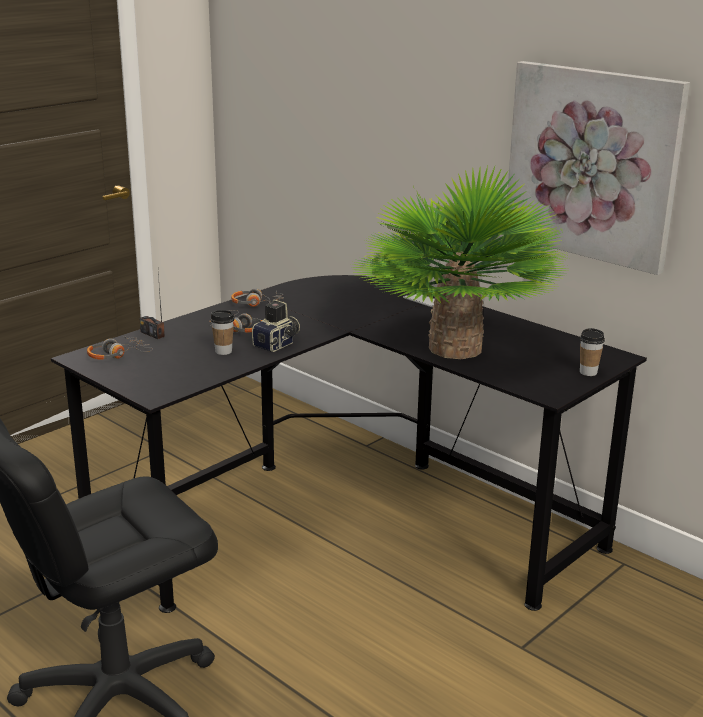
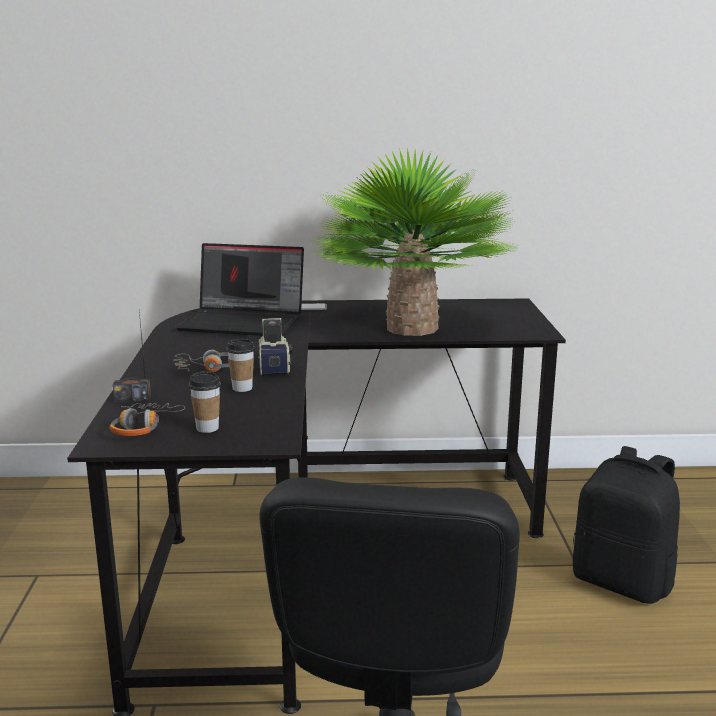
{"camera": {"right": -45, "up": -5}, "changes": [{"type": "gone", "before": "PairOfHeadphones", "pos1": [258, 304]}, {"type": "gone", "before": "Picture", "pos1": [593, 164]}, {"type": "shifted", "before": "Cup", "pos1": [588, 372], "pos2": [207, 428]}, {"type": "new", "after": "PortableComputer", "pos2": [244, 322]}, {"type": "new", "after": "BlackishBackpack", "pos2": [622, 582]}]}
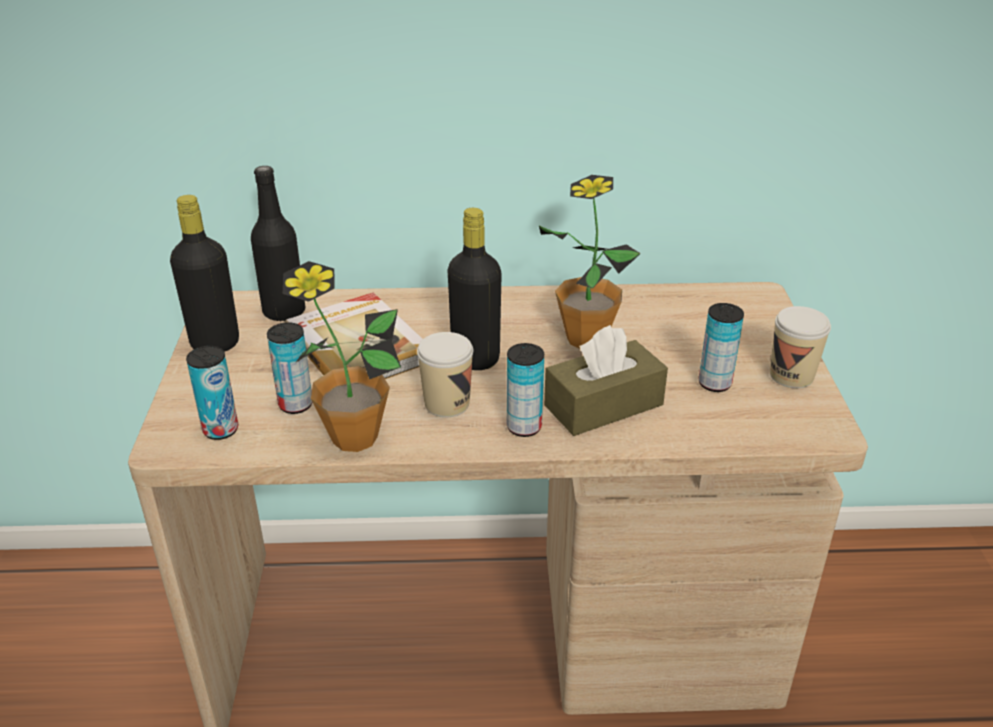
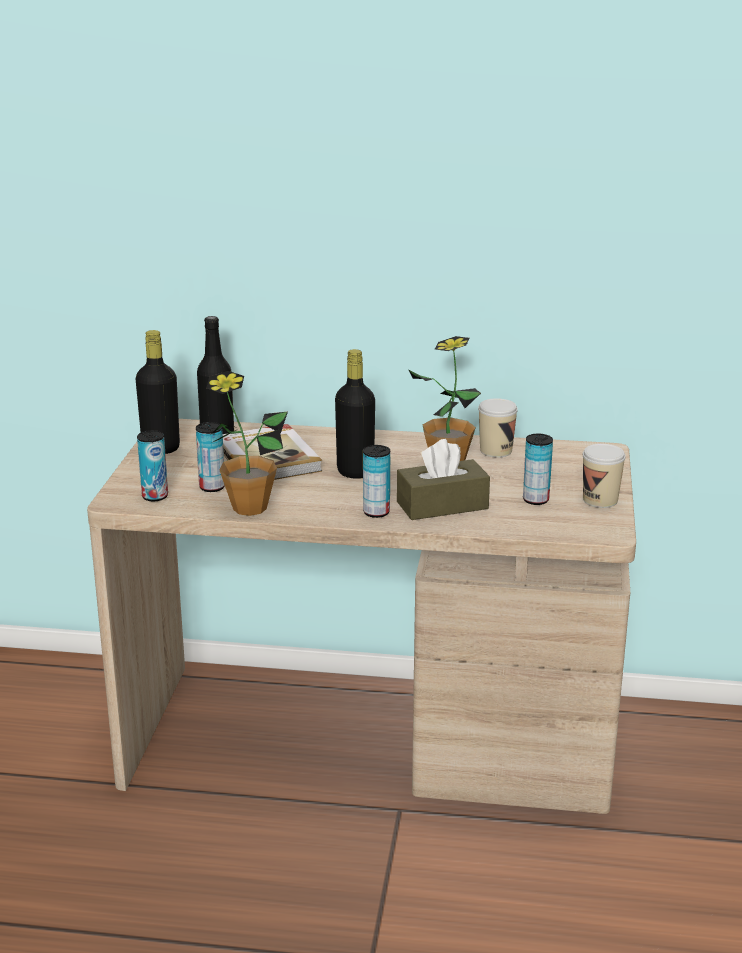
{"camera": {"right": 10, "up": -10}, "changes": [{"type": "shifted", "before": "Cup", "pos1": [447, 403], "pos2": [496, 451]}]}
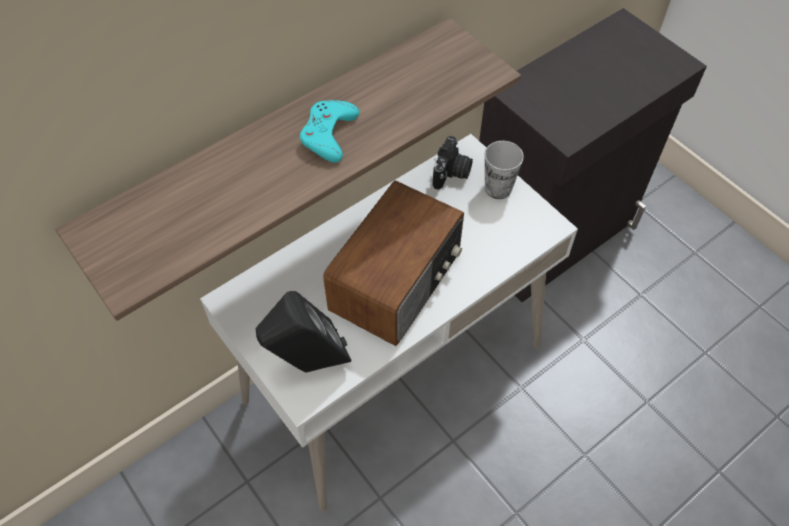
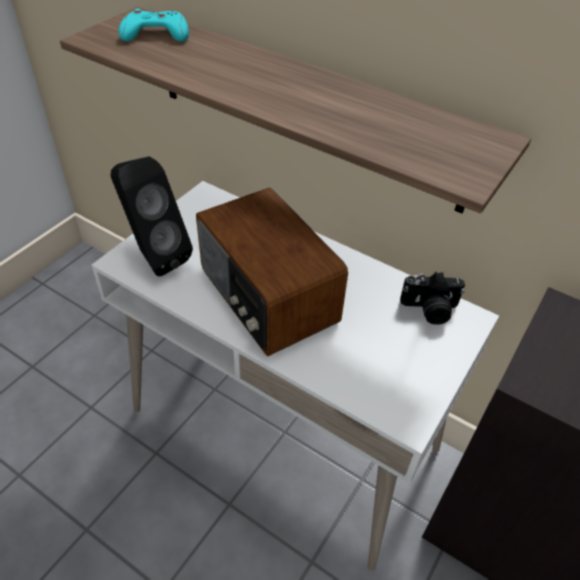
{"camera": {"right": 70, "up": -10}, "changes": [{"type": "shifted", "before": "TurquoiseJoypad", "pos1": [329, 134], "pos2": [155, 34]}, {"type": "rotated", "before": "RadioSet", "pos1": [398, 282], "pos2": [266, 296], "turn": 45}, {"type": "gone", "before": "Cup", "pos1": [498, 188]}]}
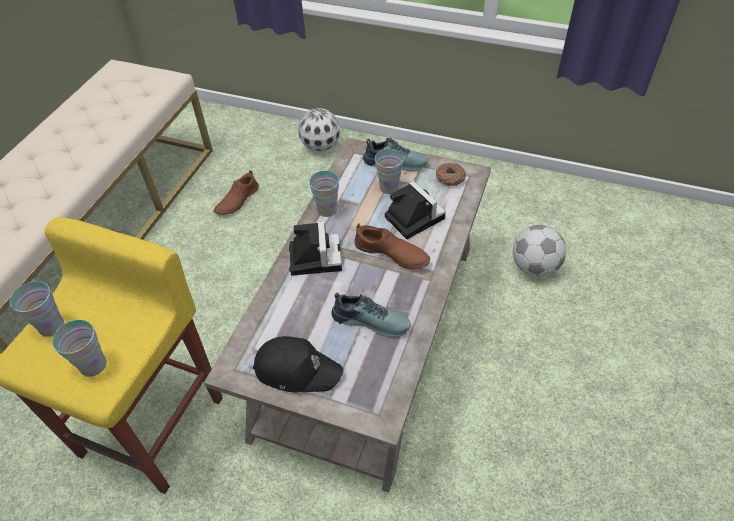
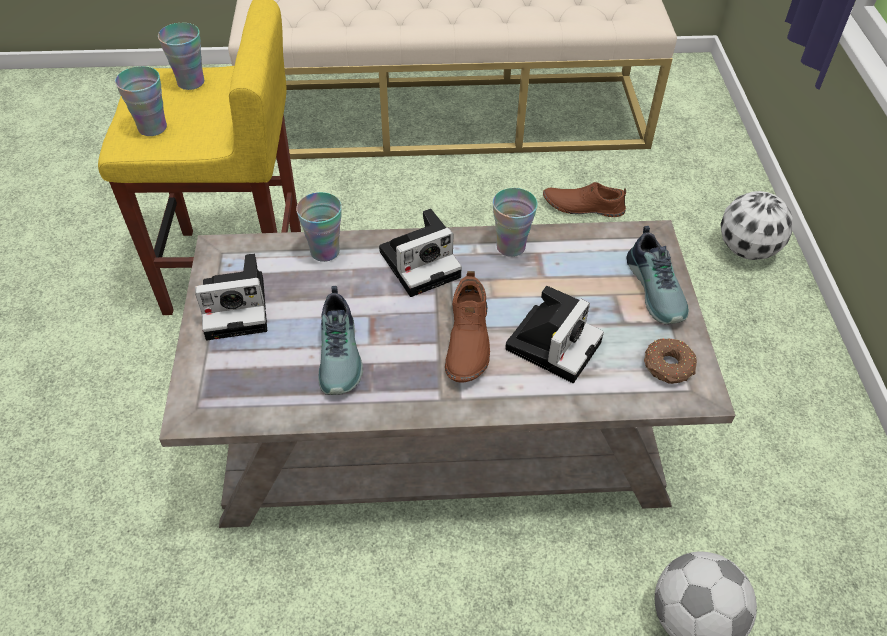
{"camera": {"right": 65, "up": 0}, "changes": [{"type": "swapped", "before": "BlackishBaseballCap", "after": "PhotoCamera", "pos1": [297, 369], "pos2": [239, 306]}, {"type": "shifted", "before": "Cup", "pos1": [389, 188], "pos2": [325, 251]}]}
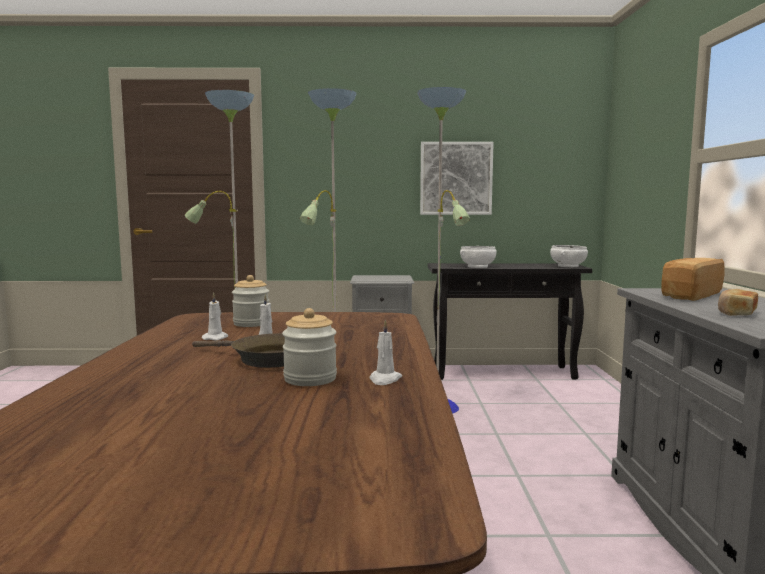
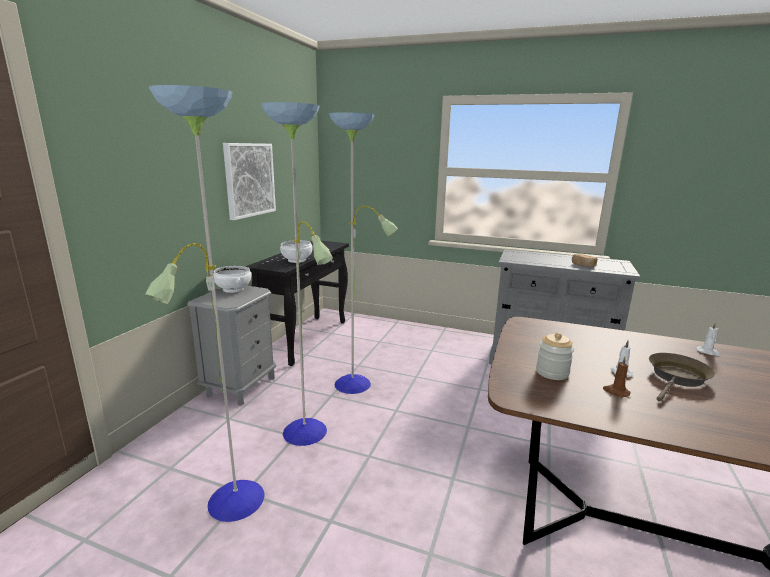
{"camera": {"right": -70, "up": 10}, "changes": [{"type": "repainted", "before": "WhitishCandle", "after": "BrownishCandle", "pos1": [216, 338], "pos2": [616, 391]}, {"type": "gone", "before": "StorageJar", "pos1": [310, 379]}, {"type": "shifted", "before": "WhitishServingBowl", "pos1": [567, 266], "pos2": [233, 289]}, {"type": "gone", "before": "BakedBread", "pos1": [689, 295]}]}
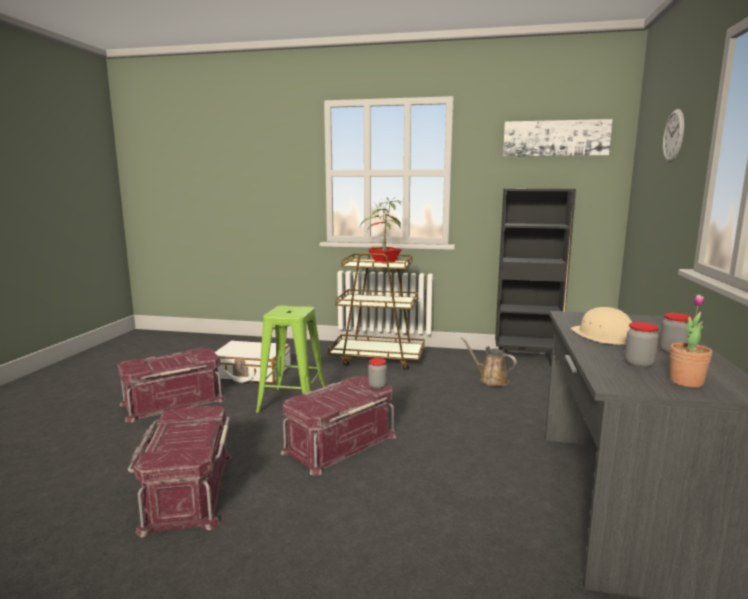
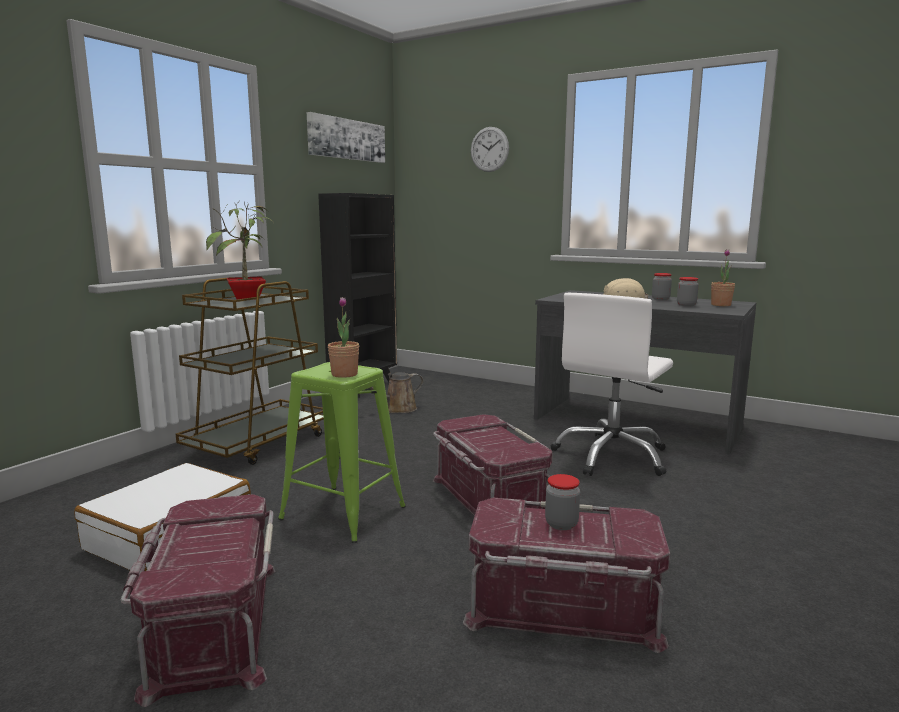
{"camera": {"right": -70, "up": 0}, "changes": [{"type": "shifted", "before": "StorageJar", "pos1": [377, 386], "pos2": [561, 524]}, {"type": "new", "after": "Houseplant", "pos2": [344, 374]}, {"type": "new", "after": "WhitishOfficeChair", "pos2": [612, 456]}]}
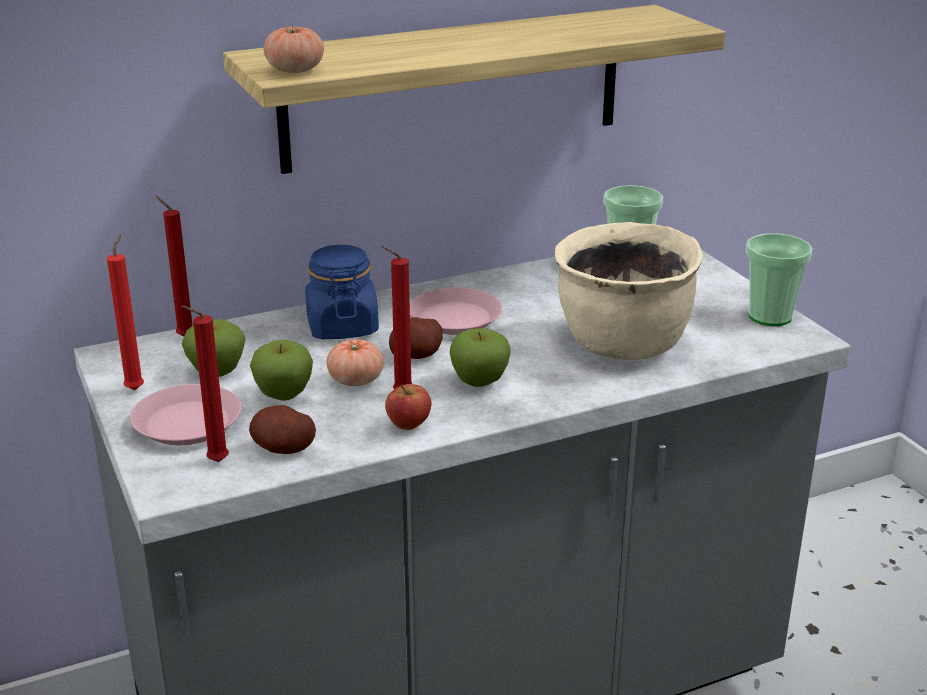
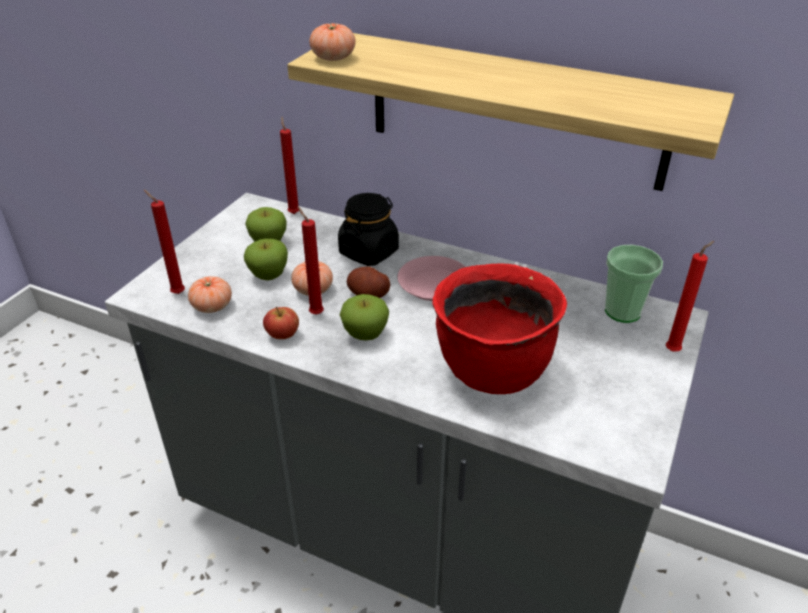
{"camera": {"right": 50, "up": 10}, "changes": [{"type": "shifted", "before": "RedColouredCandle", "pos1": [136, 388], "pos2": [674, 350]}, {"type": "gone", "before": "PinkishFlatDish", "pos1": [187, 423]}, {"type": "swapped", "before": "Spud", "after": "WholeTomato", "pos1": [283, 448], "pos2": [212, 306]}, {"type": "repainted", "before": "BlueColouredStorageJar", "after": "BlackishStorageJar", "pos1": [342, 327], "pos2": [369, 252]}, {"type": "repainted", "before": "BeigeColouredSaucepot", "after": "RedColouredSaucepot", "pos1": [623, 346], "pos2": [492, 370]}, {"type": "gone", "before": "Cup", "pos1": [770, 317]}]}
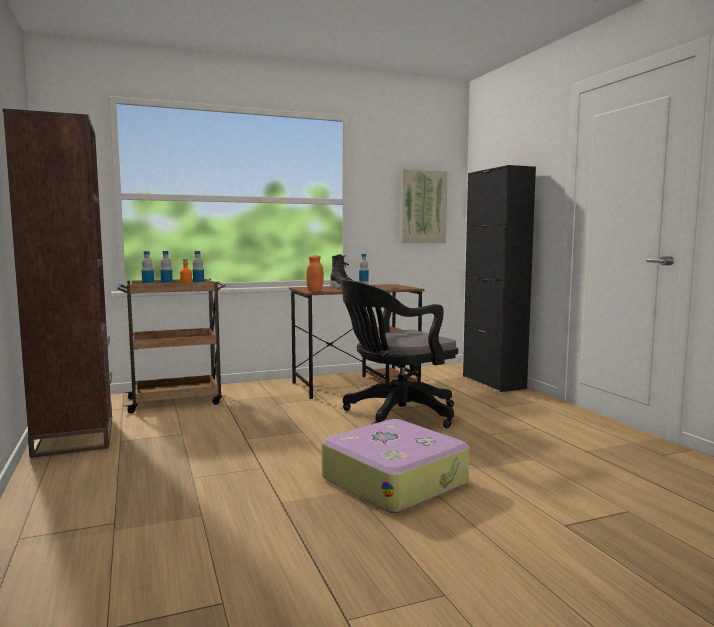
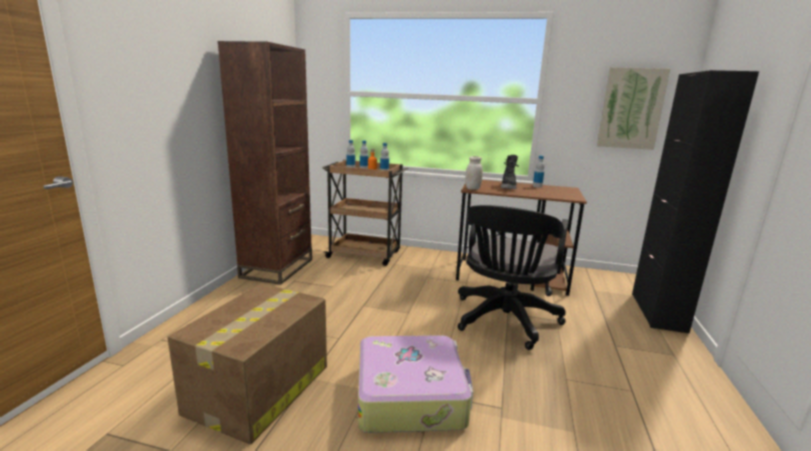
{"camera": {"right": 35, "up": 10}, "changes": [{"type": "repainted", "before": "OrangeColouredStorageJar", "after": "WhitishStorageJar", "pos1": [315, 291], "pos2": [473, 188]}, {"type": "rotated", "before": "BlackishOfficeChair", "pos1": [396, 415], "pos2": [504, 321], "turn": -75}, {"type": "new", "after": "CardboardBox", "pos2": [258, 390]}]}
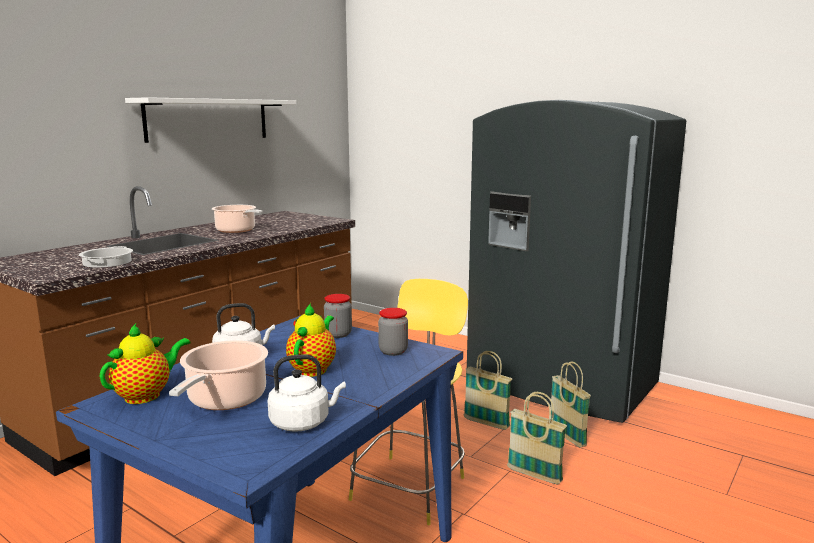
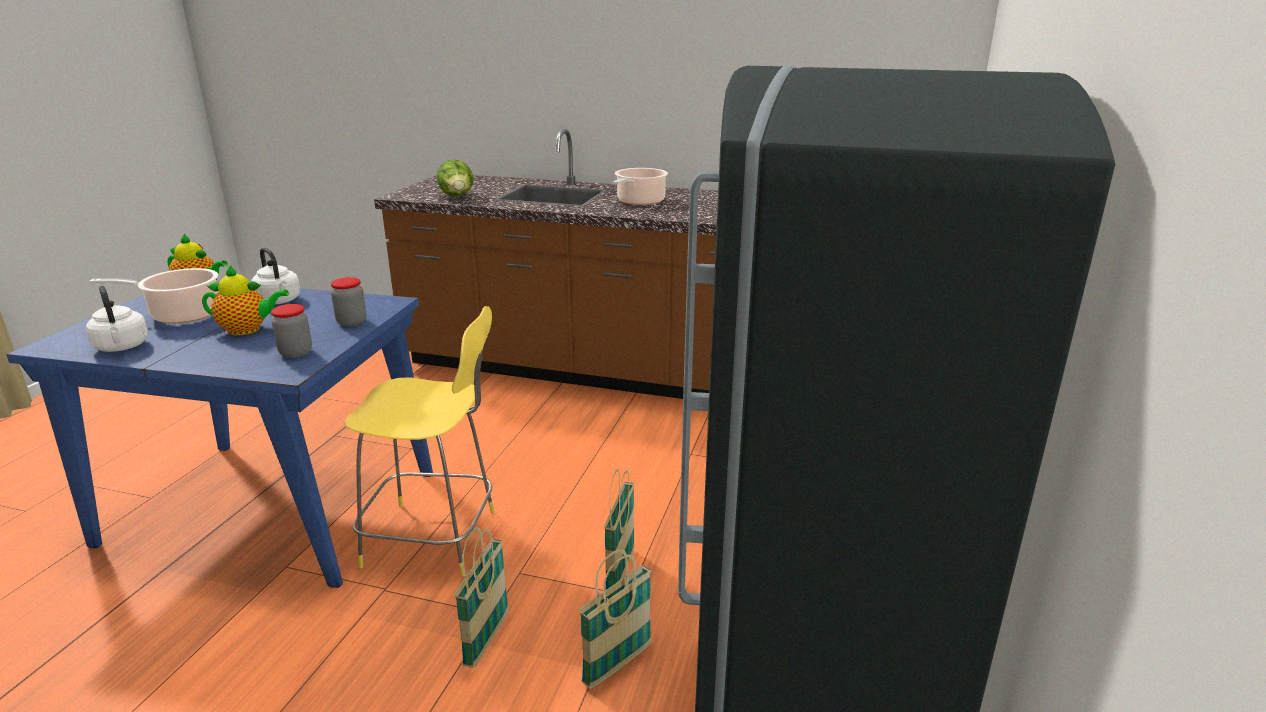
{"camera": {"right": 70, "up": 10}, "changes": [{"type": "swapped", "before": "Saucepot", "after": "HeadOfLettuce", "pos1": [107, 262], "pos2": [457, 197]}, {"type": "gone", "before": "WhitishBracketShelf", "pos1": [208, 119]}]}
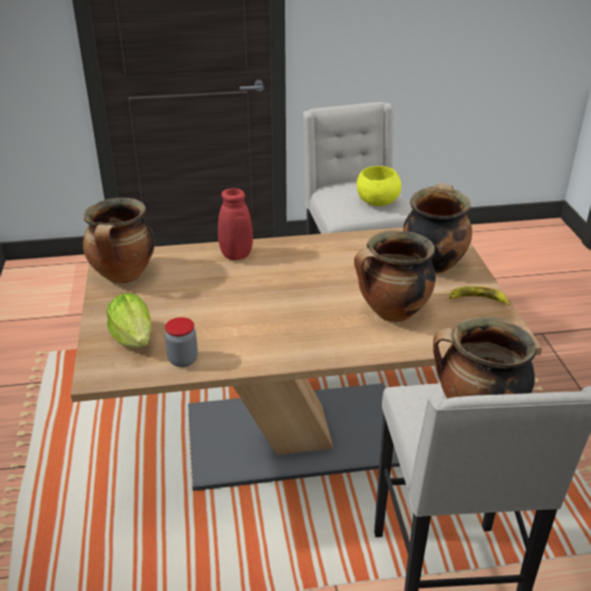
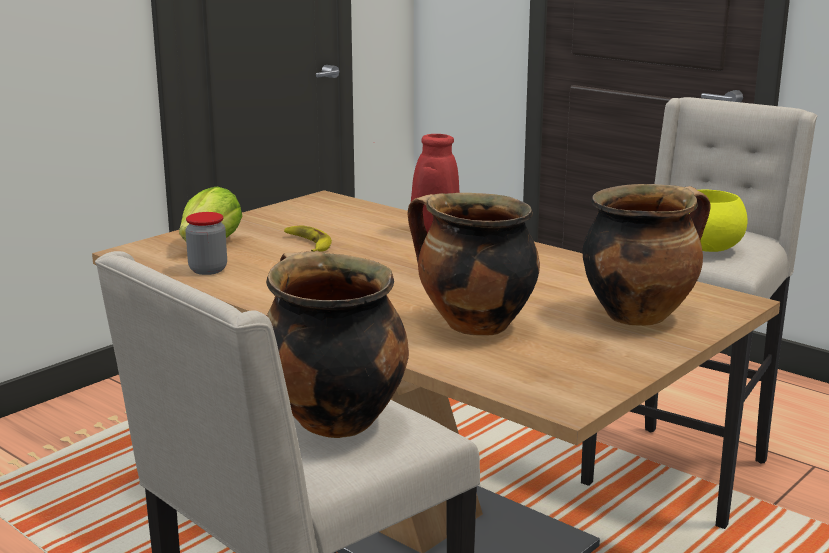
{"camera": {"right": 50, "up": -15}, "changes": [{"type": "gone", "before": "Saucepot", "pos1": [124, 276]}, {"type": "shifted", "before": "WholeBanana", "pos1": [477, 299], "pos2": [308, 244]}]}
